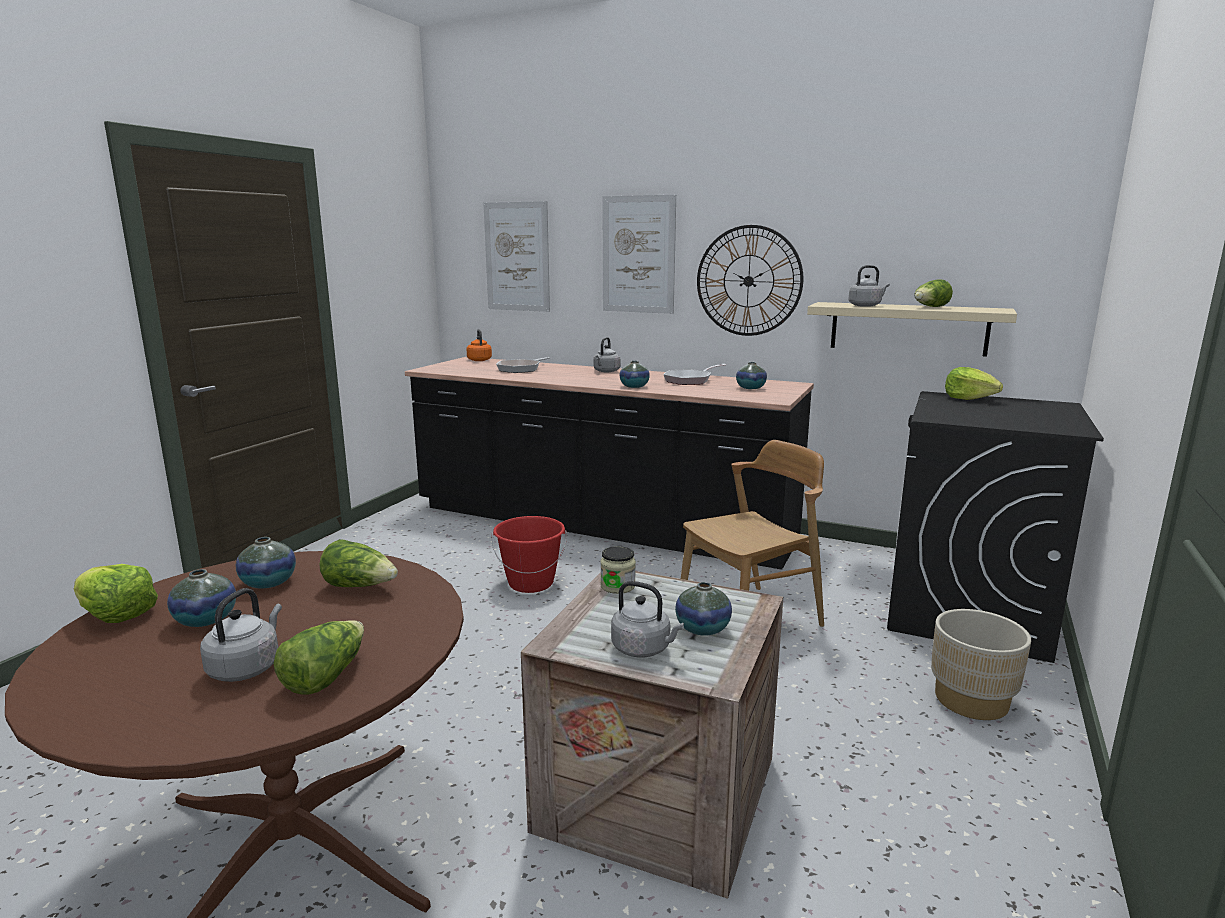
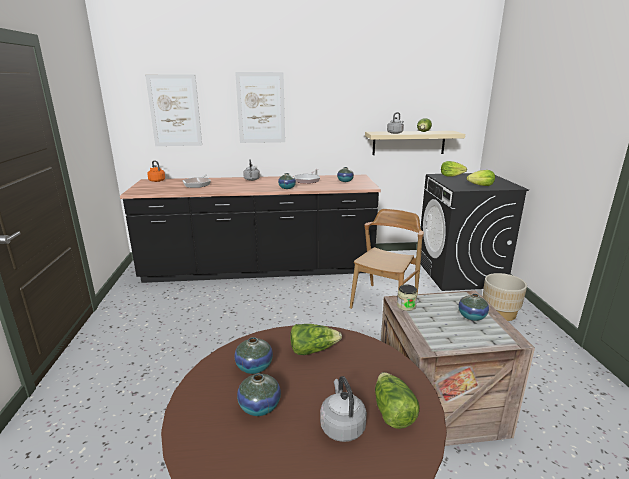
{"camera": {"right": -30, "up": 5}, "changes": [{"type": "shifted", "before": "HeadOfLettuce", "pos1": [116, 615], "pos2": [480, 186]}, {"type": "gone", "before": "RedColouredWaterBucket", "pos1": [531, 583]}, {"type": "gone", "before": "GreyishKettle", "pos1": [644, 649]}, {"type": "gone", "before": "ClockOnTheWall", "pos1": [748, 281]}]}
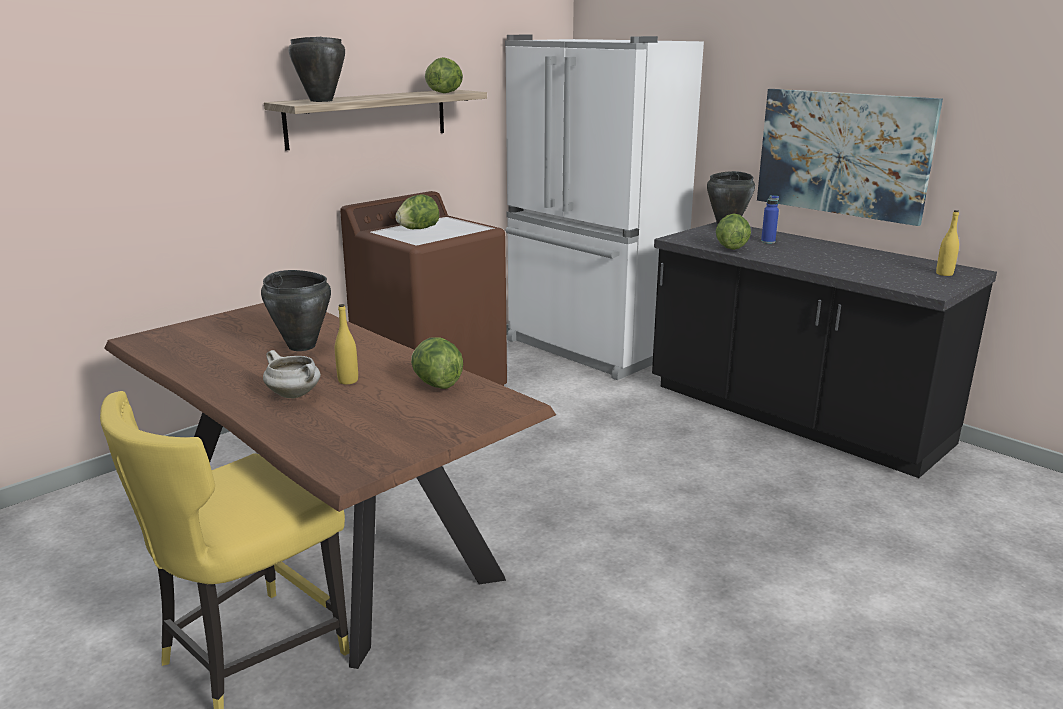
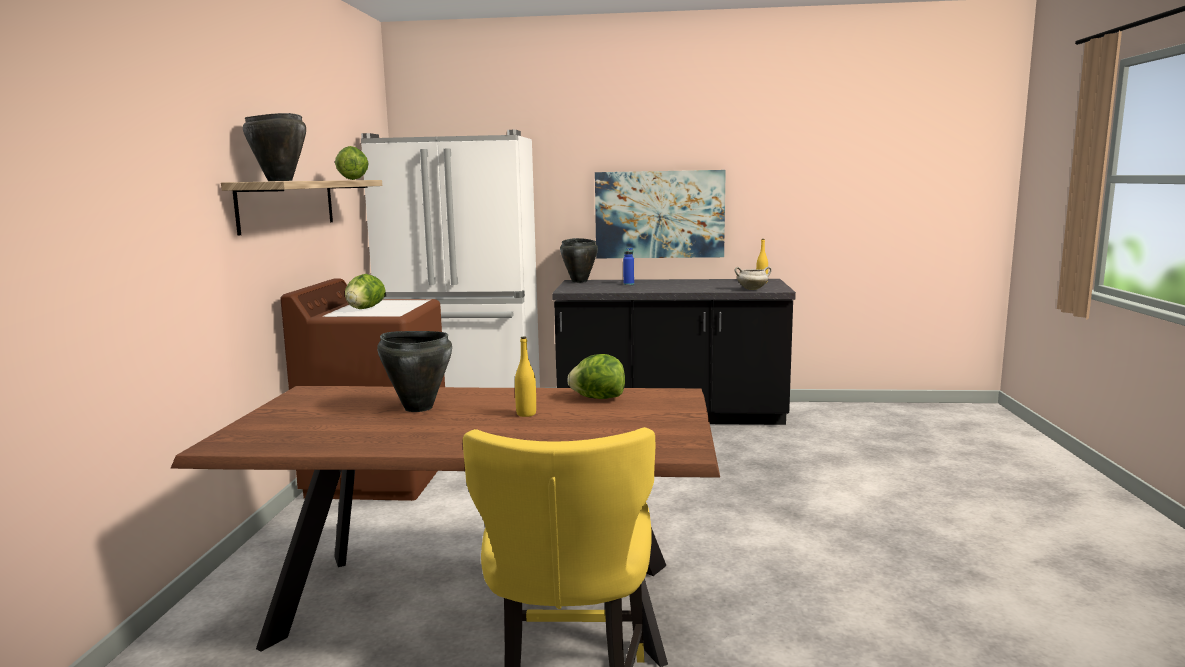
{"camera": {"right": -40, "up": -10}, "changes": [{"type": "shifted", "before": "WhitishSaucepot", "pos1": [295, 395], "pos2": [752, 289]}, {"type": "gone", "before": "HeadOfLettuce", "pos1": [730, 248]}]}
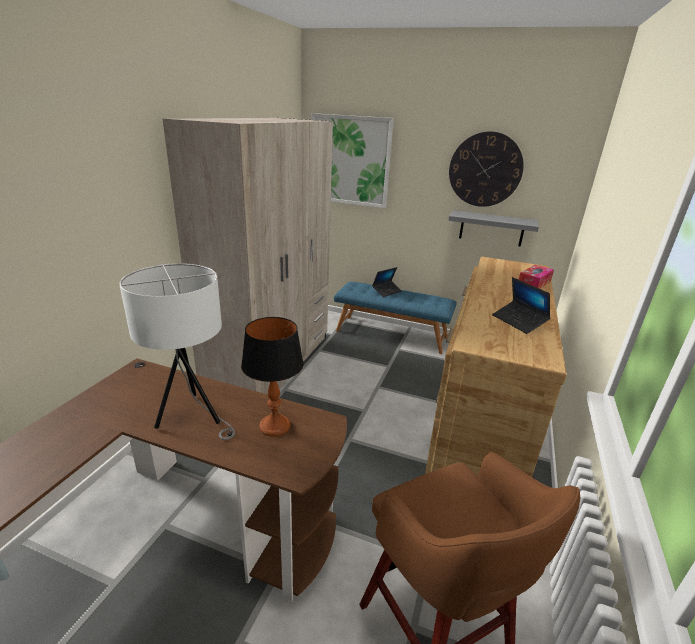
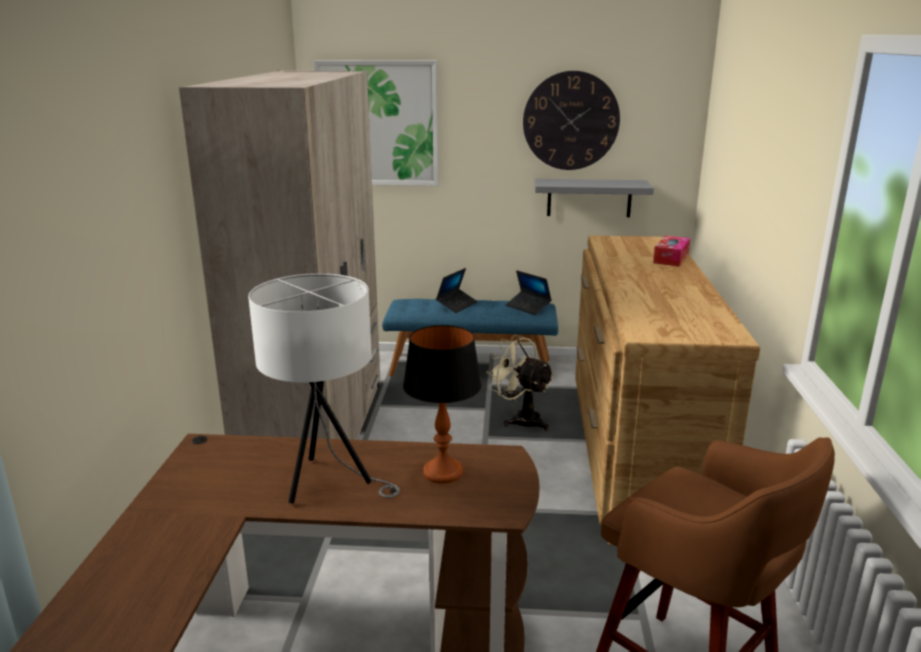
{"camera": {"right": -15, "up": -5}, "changes": [{"type": "shifted", "before": "PortableComputer", "pos1": [519, 321], "pos2": [528, 307]}, {"type": "new", "after": "BeigeColouredElectricFan", "pos2": [520, 419]}]}
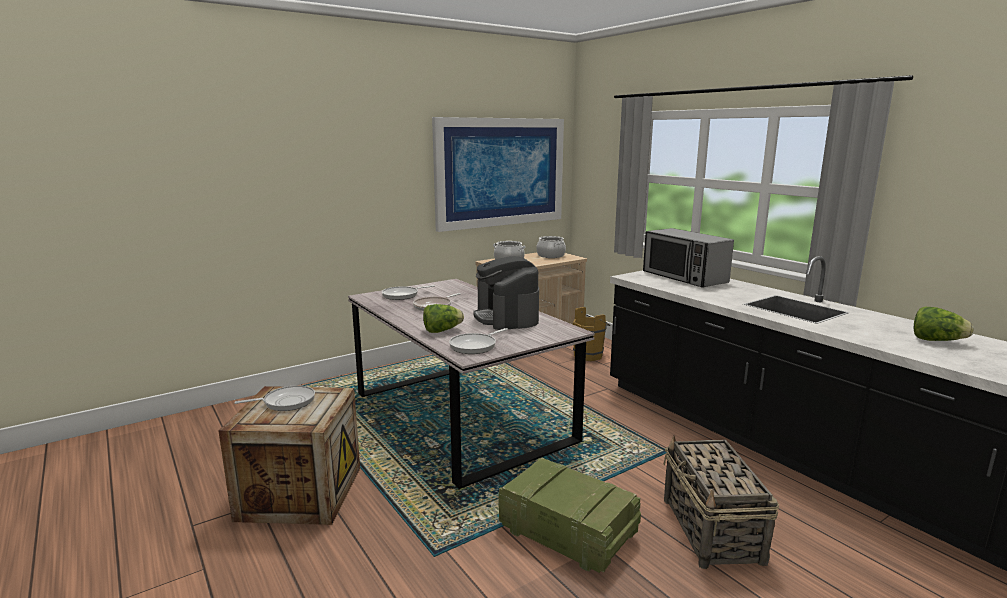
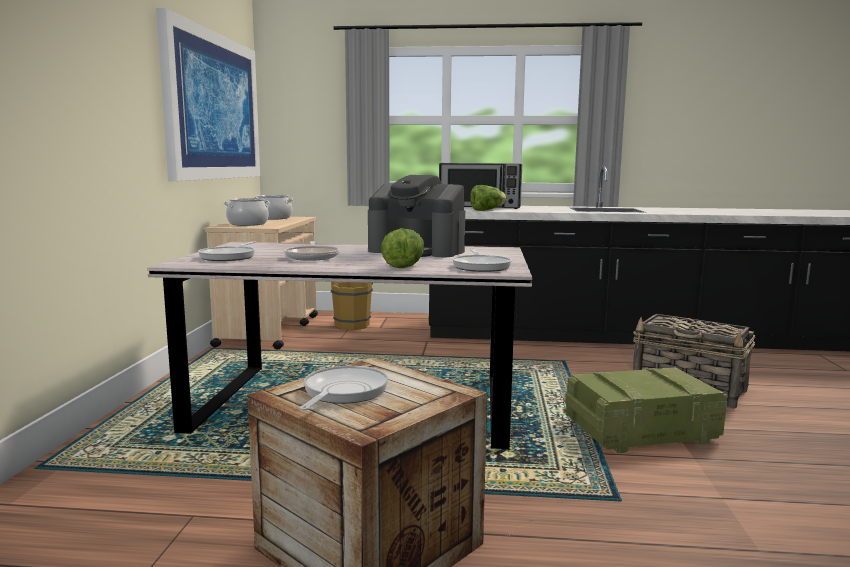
{"camera": {"right": -50, "up": -5}, "changes": [{"type": "shifted", "before": "HeadOfLettuce", "pos1": [936, 341], "pos2": [486, 210]}]}
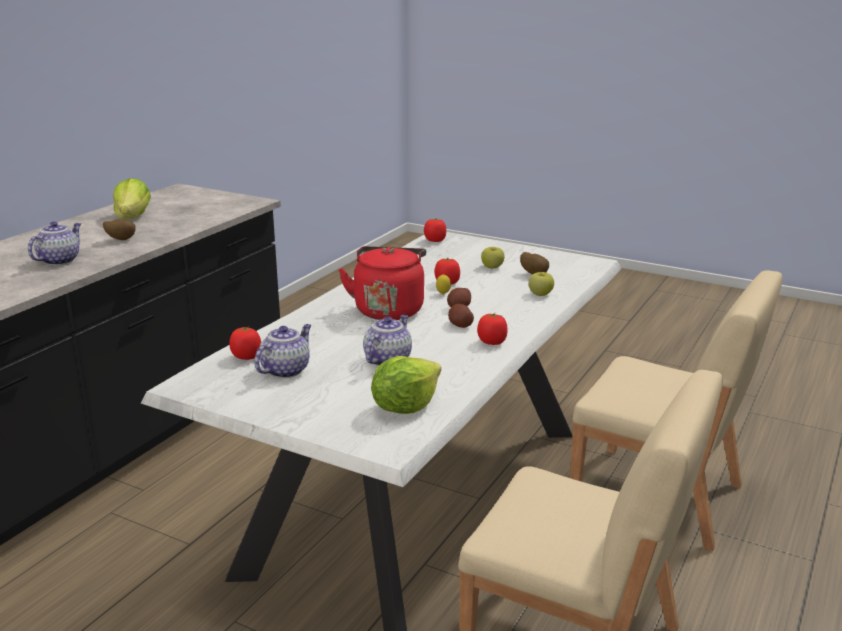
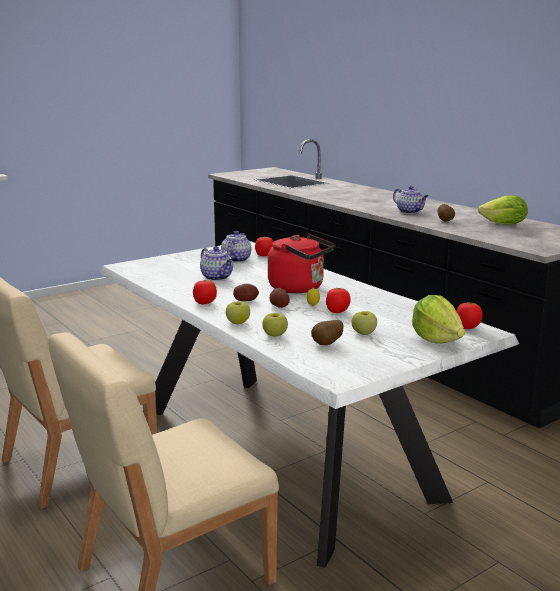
{"camera": {"right": 115, "up": -5}, "changes": [{"type": "rotated", "before": "PotForTea", "pos1": [286, 370], "pos2": [236, 259], "turn": -135}, {"type": "shifted", "before": "HeadOfLettuce", "pos1": [405, 407], "pos2": [436, 339]}, {"type": "new", "after": "AppleFruit", "pos2": [238, 322]}]}
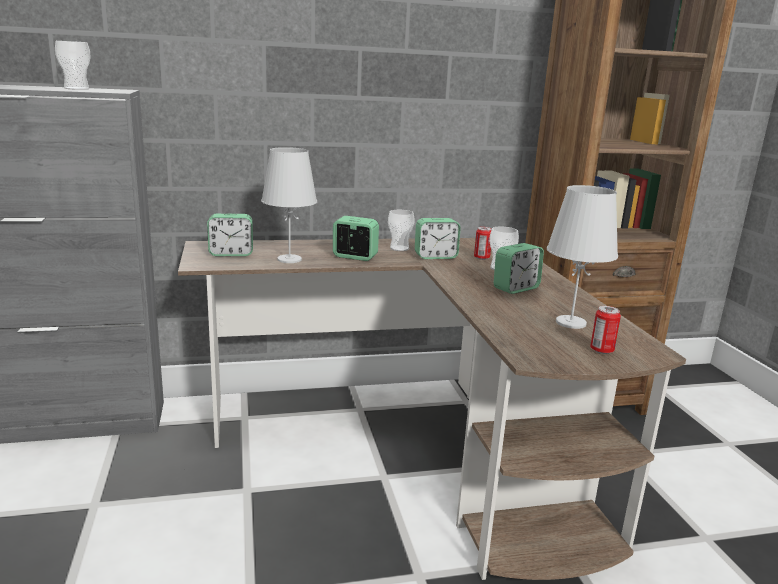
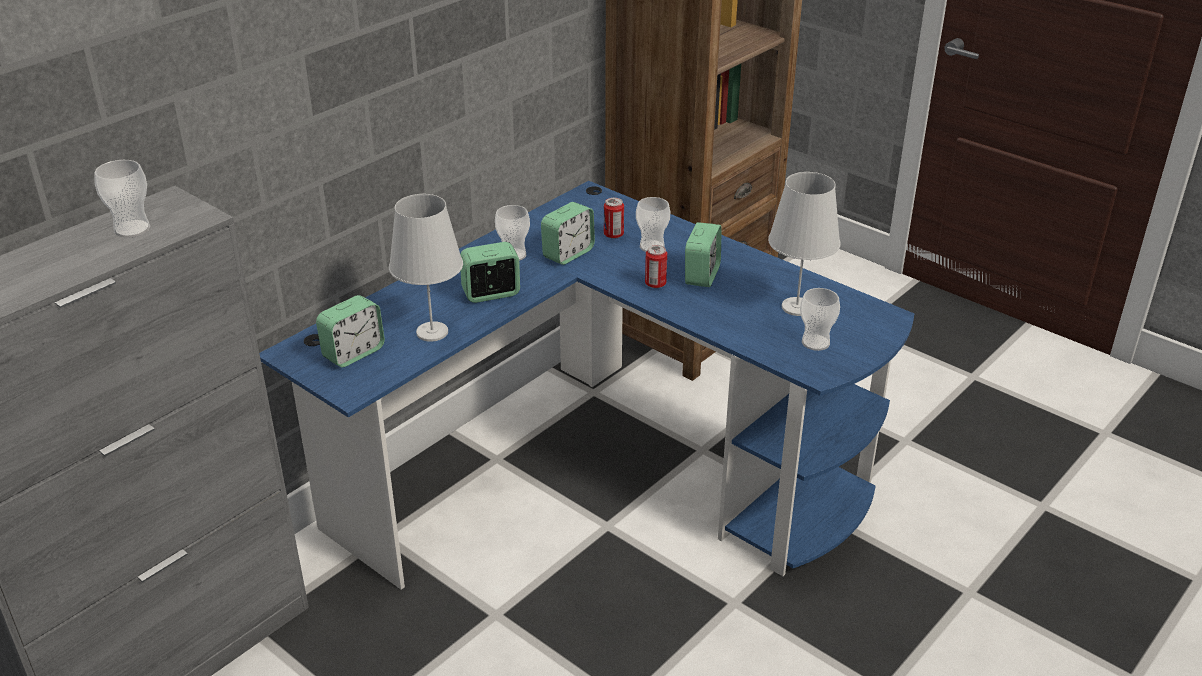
{"camera": {"right": -35, "up": 15}, "changes": [{"type": "repainted", "before": "BrownishDeskUnit", "after": "BlueColouredDeskUnit", "pos1": [420, 444], "pos2": [602, 470]}, {"type": "shifted", "before": "SealedCan", "pos1": [601, 350], "pos2": [655, 284]}, {"type": "new", "after": "Cup", "pos2": [815, 342]}]}
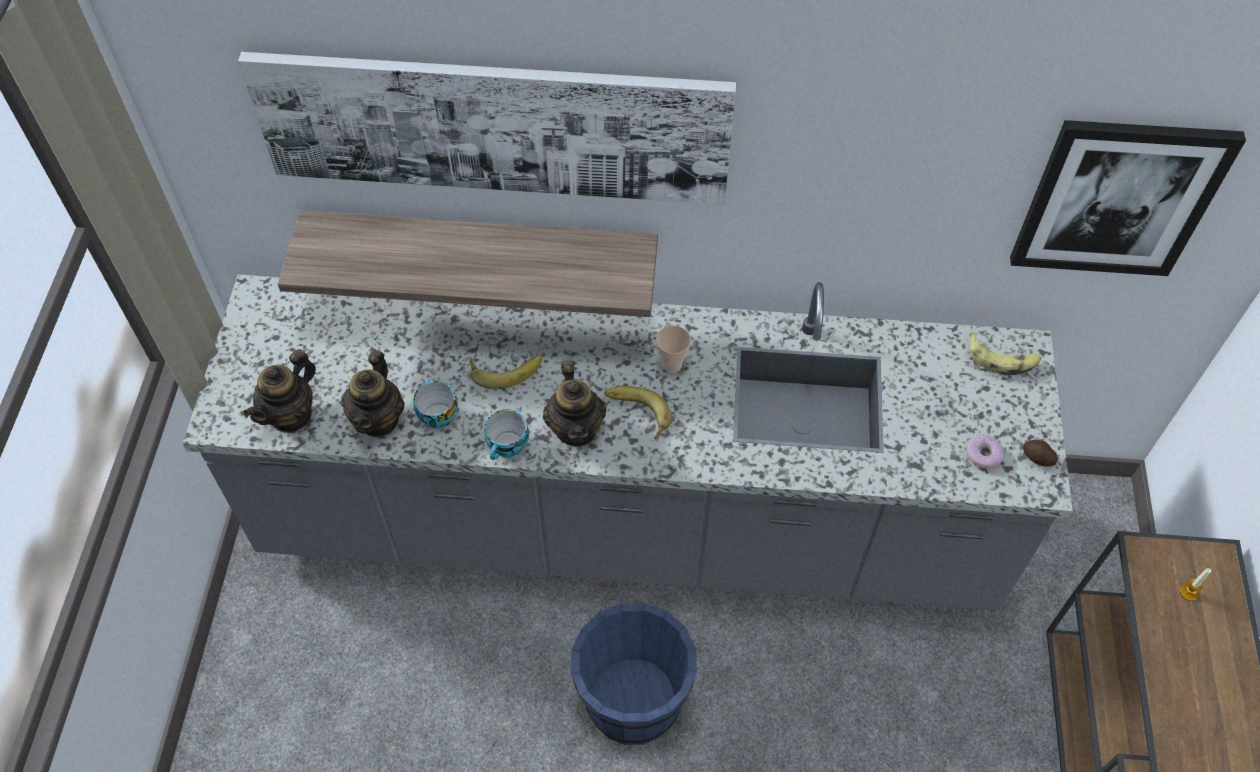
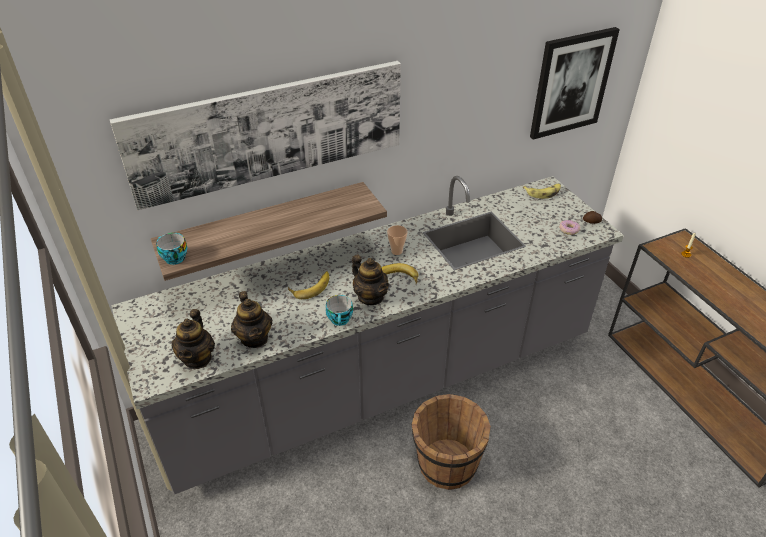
{"camera": {"right": -30, "up": -15}, "changes": [{"type": "shifted", "before": "Cup", "pos1": [436, 414], "pos2": [173, 258]}, {"type": "repainted", "before": "BlueColouredWaterBucket", "after": "BrownishWaterBucket", "pos1": [633, 699], "pos2": [446, 463]}]}
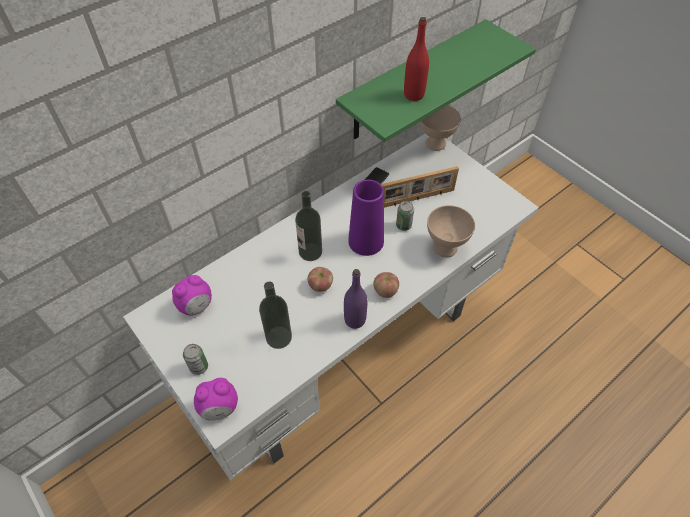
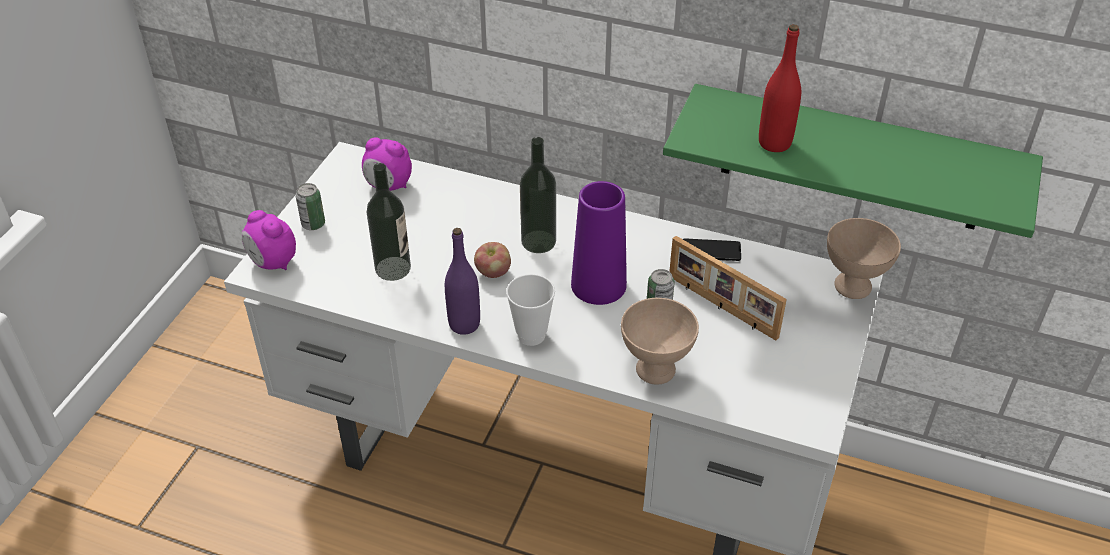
{"camera": {"right": 60, "up": -10}, "changes": [{"type": "swapped", "before": "AppleFruit", "after": "Cup", "pos1": [385, 291], "pos2": [531, 335]}]}
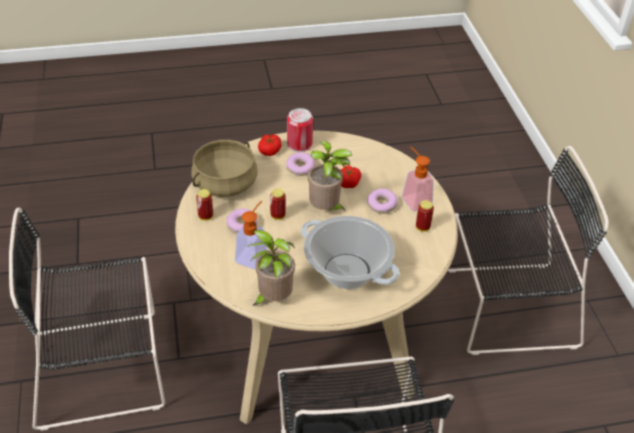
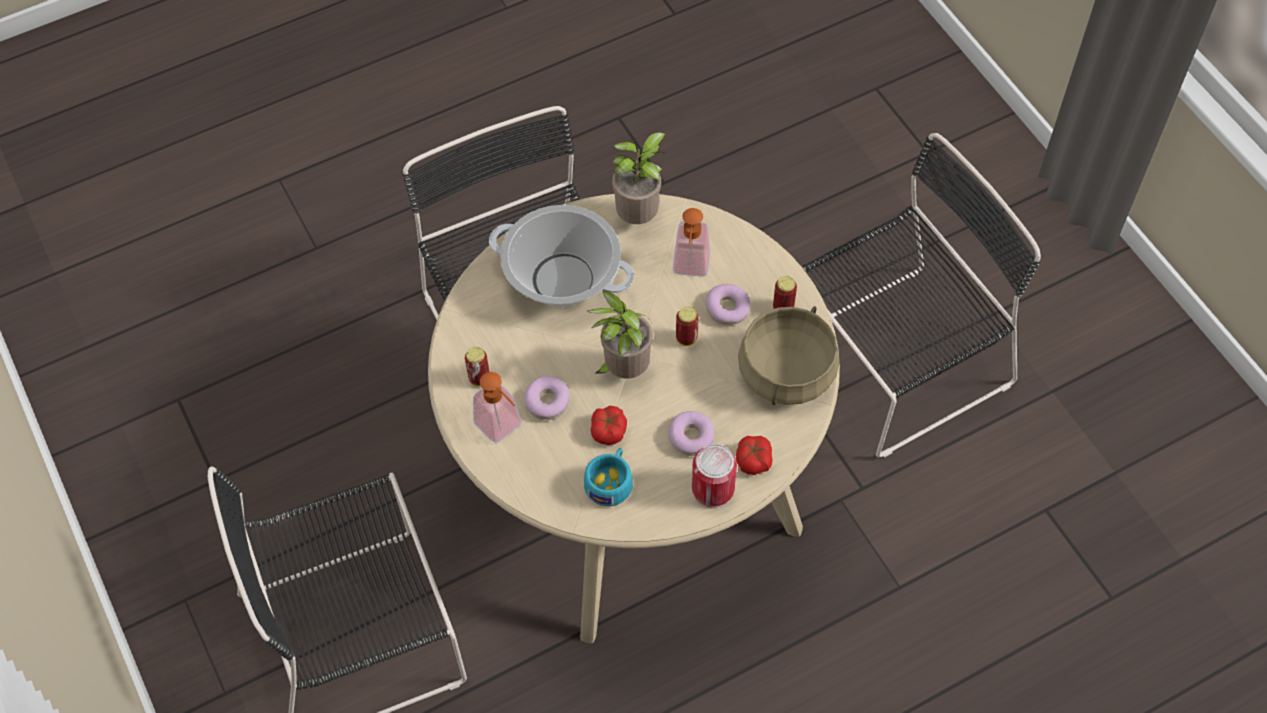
{"camera": {"right": 165, "up": 15}, "changes": [{"type": "new", "after": "TurquoiseCup", "pos2": [610, 482]}]}
